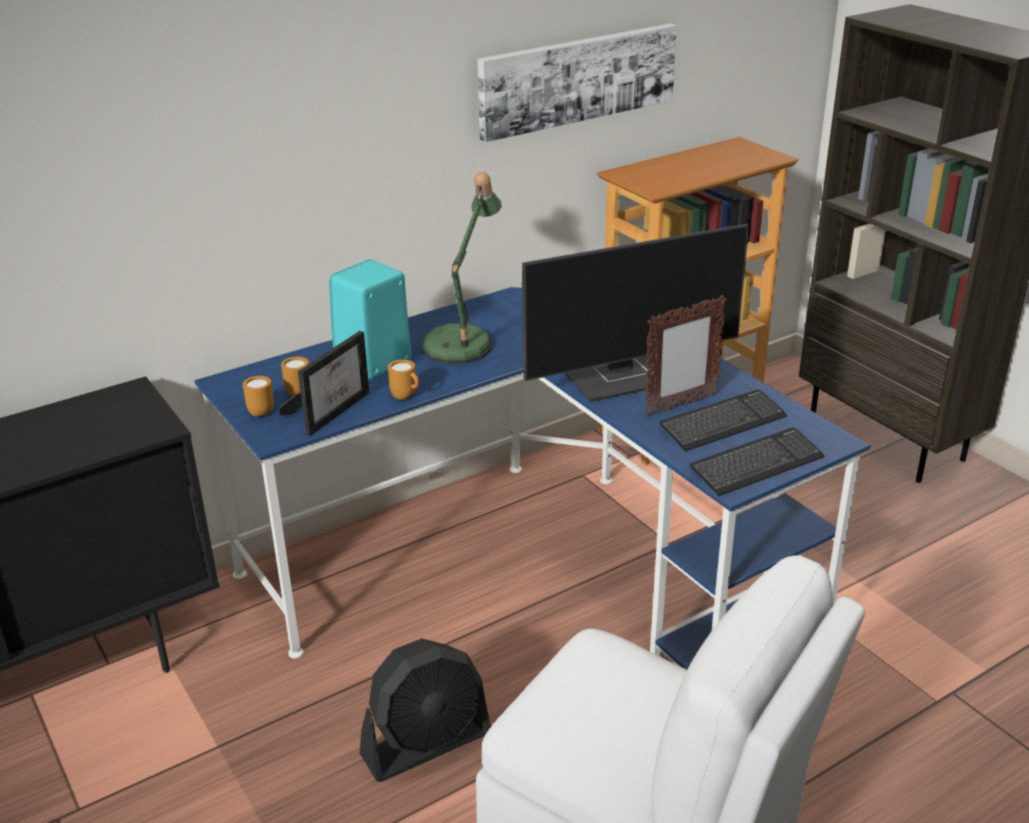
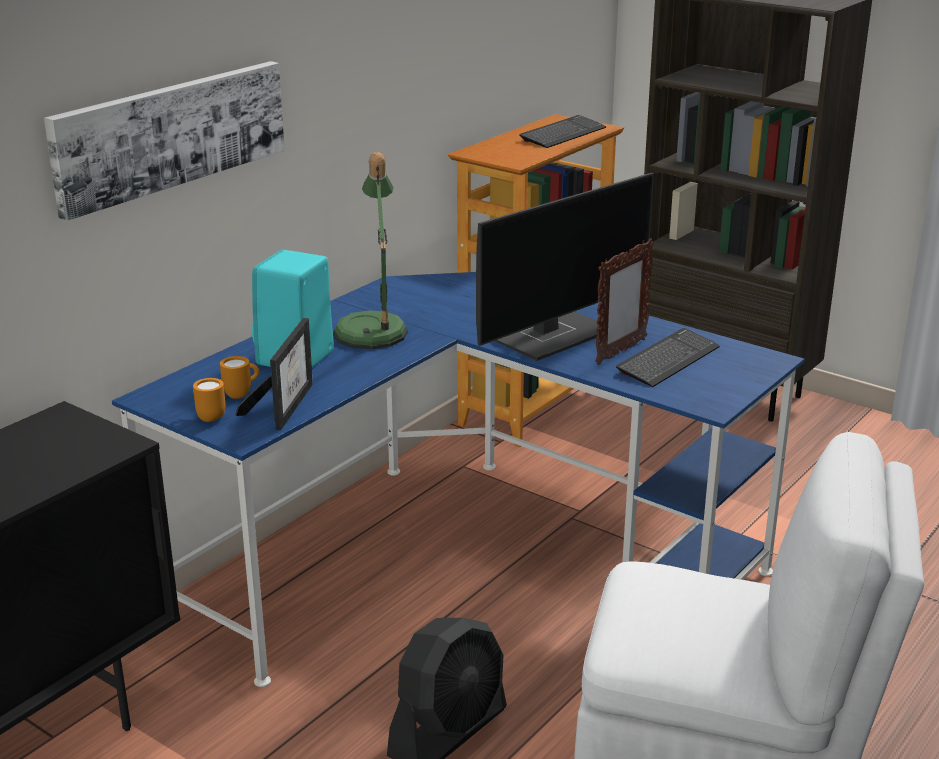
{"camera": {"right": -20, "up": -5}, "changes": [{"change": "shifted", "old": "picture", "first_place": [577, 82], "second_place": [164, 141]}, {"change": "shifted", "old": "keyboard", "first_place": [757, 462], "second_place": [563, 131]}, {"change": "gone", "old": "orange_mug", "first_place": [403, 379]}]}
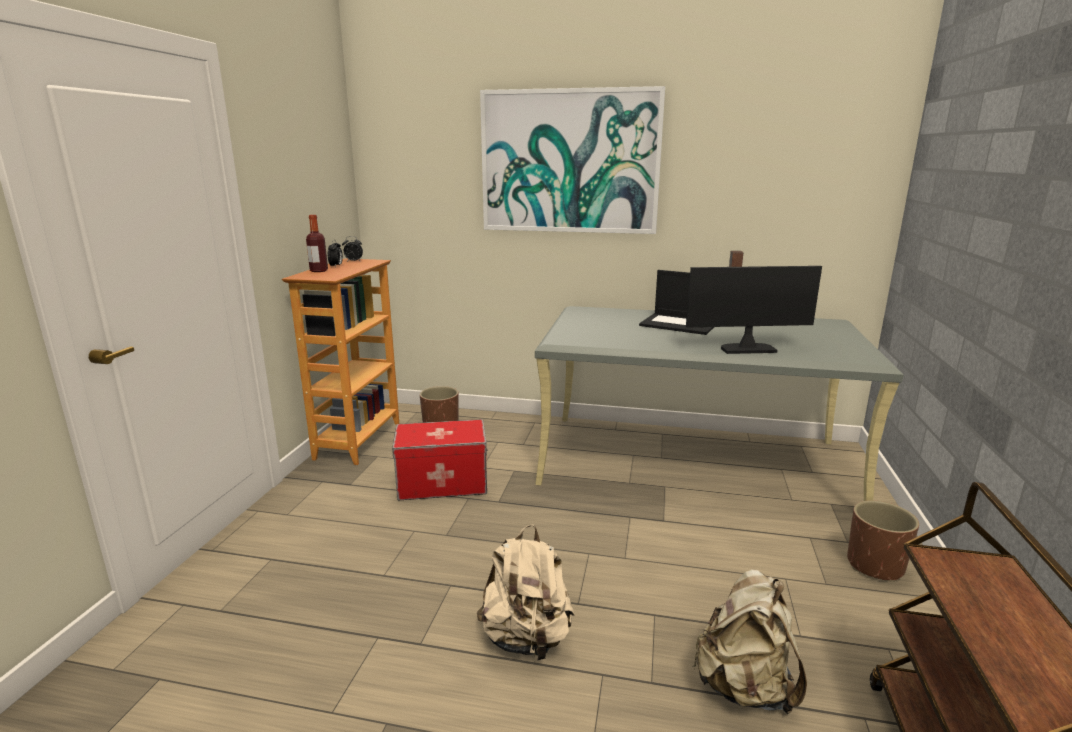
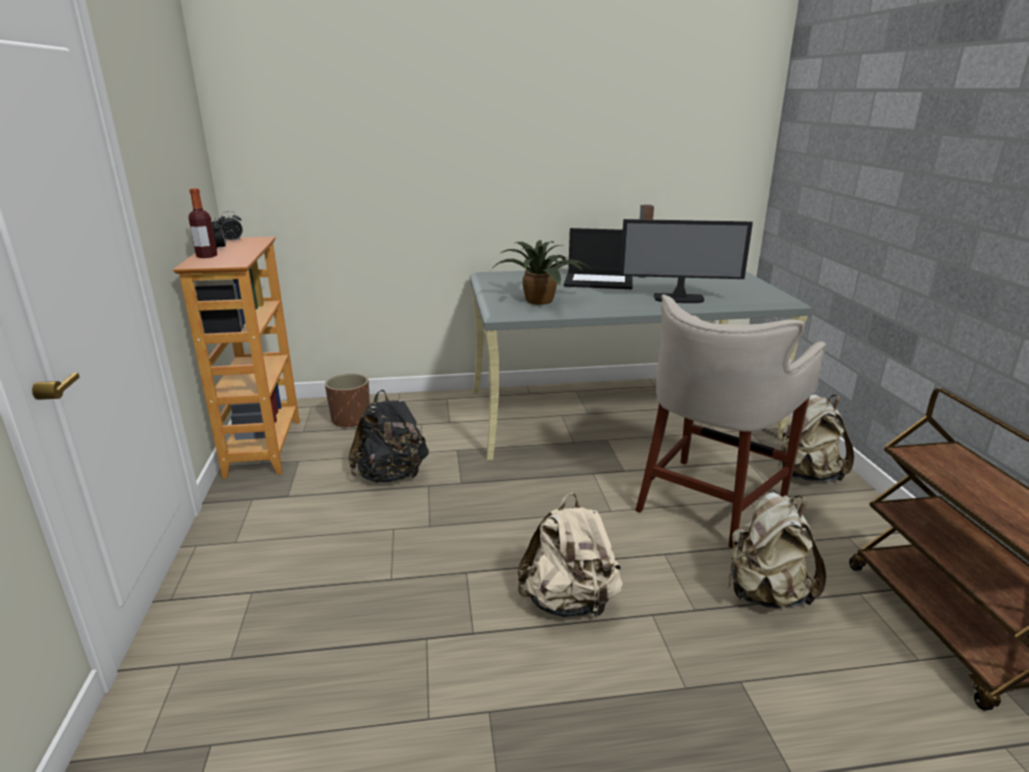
{"camera": {"right": -20, "up": 5}, "changes": [{"change": "swapped", "old": "storage_box", "new": "black_backpack", "first_place": [439, 459], "second_place": [388, 436]}, {"change": "new", "new": "potted_plant", "second_place": [542, 272]}, {"change": "rotated", "old": "monitor", "first_place": [754, 310], "second_place": [686, 261], "degrees": -150}, {"change": "new", "new": "beige_stool", "second_place": [730, 421]}, {"change": "swapped", "old": "brown_planter", "new": "beige_backpack", "first_place": [883, 541], "second_place": [815, 438]}, {"change": "gone", "old": "picture", "first_place": [572, 160]}]}
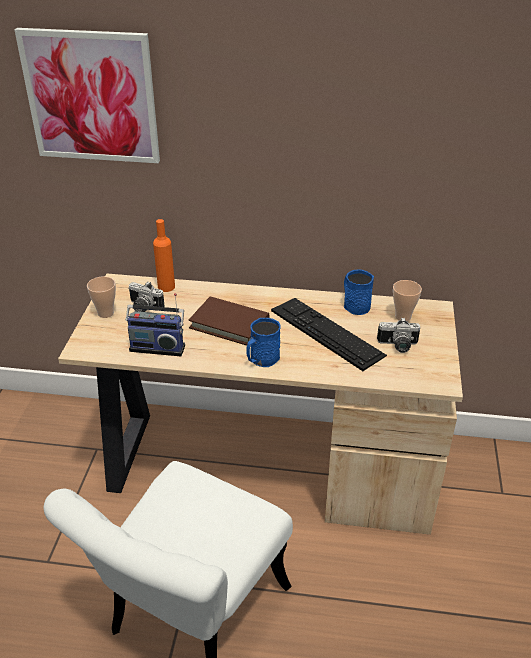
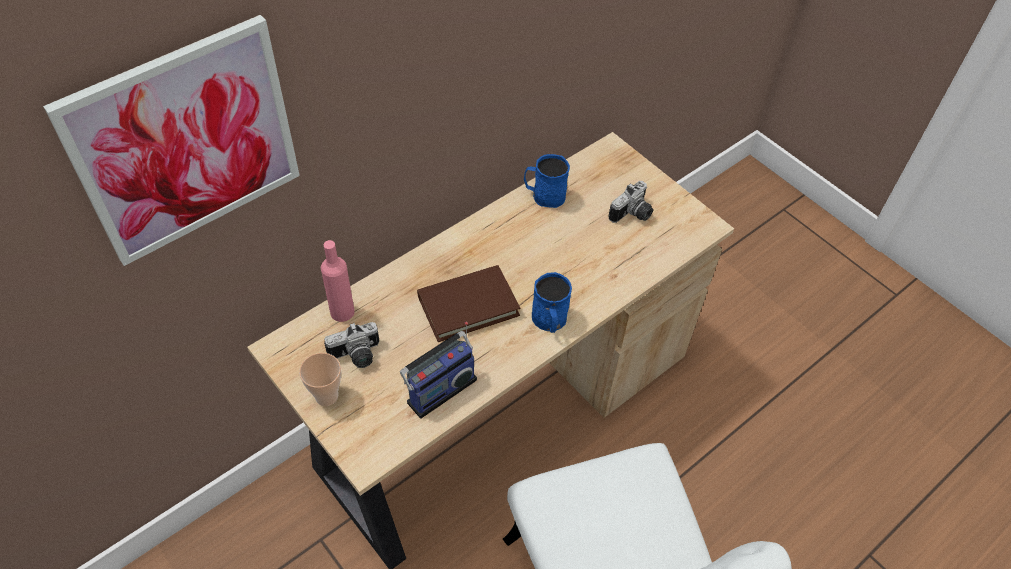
{"camera": {"right": -50, "up": 15}, "changes": [{"change": "repainted", "old": "orange_bottle", "new": "pink_bottle", "first_place": [164, 255], "second_place": [338, 281]}, {"change": "gone", "old": "keyboard", "first_place": [329, 334]}, {"change": "gone", "old": "cup", "first_place": [407, 300]}]}
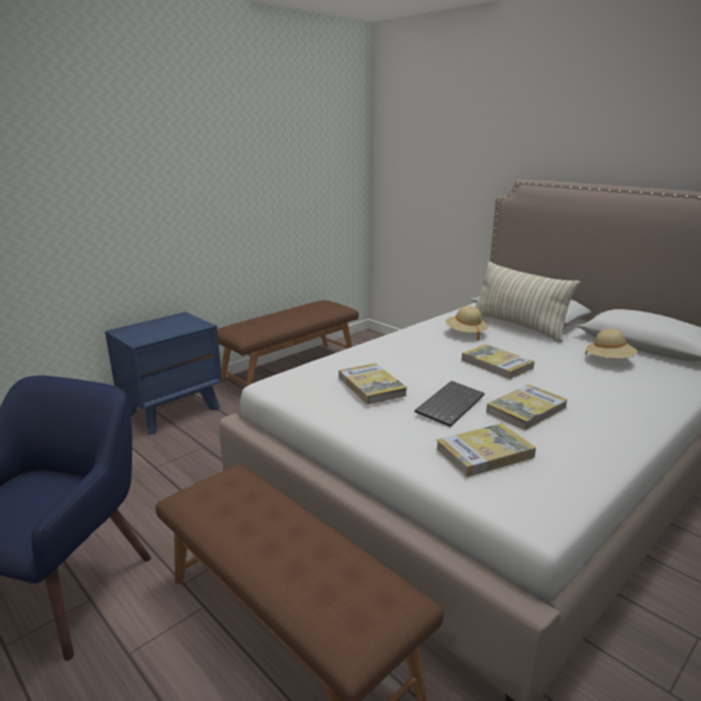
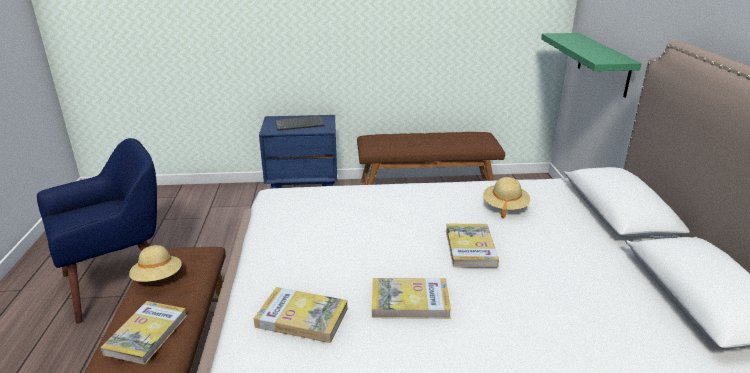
{"camera": {"right": 40, "up": 5}, "changes": [{"change": "shifted", "old": "book", "first_place": [373, 384], "second_place": [144, 333]}, {"change": "shifted", "old": "beige_hat", "first_place": [611, 343], "second_place": [155, 263]}, {"change": "shifted", "old": "keyboard", "first_place": [450, 404], "second_place": [300, 123]}, {"change": "new", "new": "green_shelf", "second_place": [591, 65]}, {"change": "gone", "old": "pillow", "first_place": [527, 301]}]}
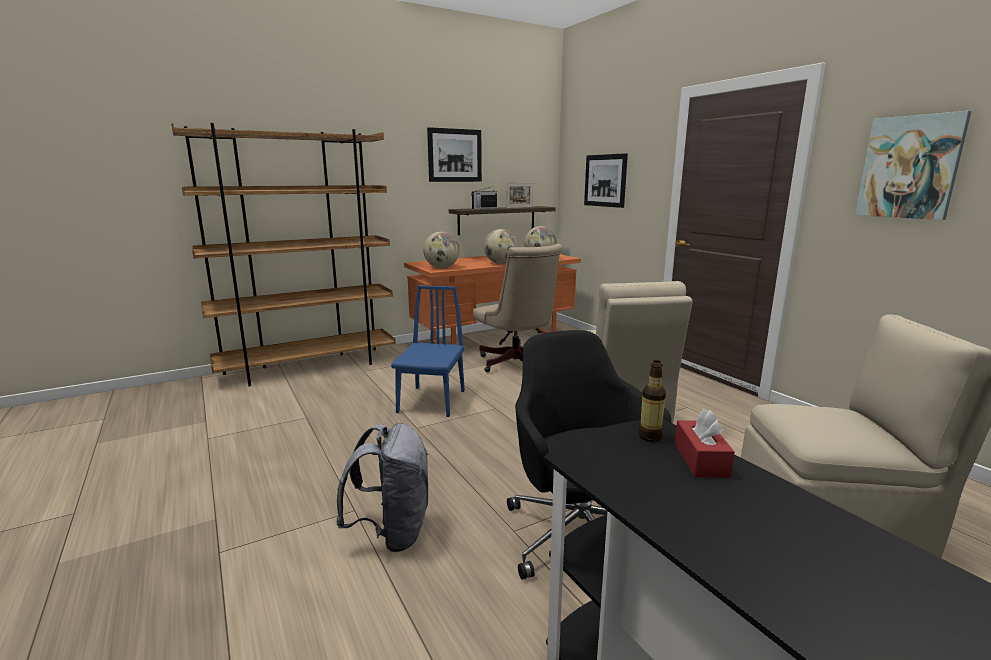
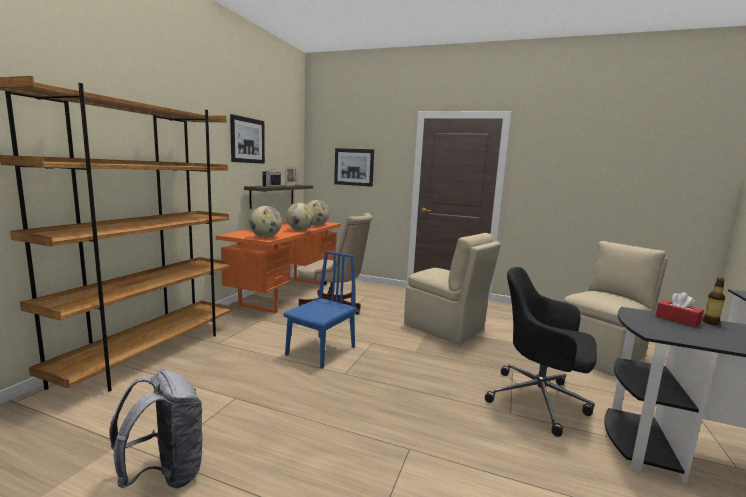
{"camera": {"right": -40, "up": -5}, "changes": [{"change": "shifted", "old": "grey_backpack", "first_place": [382, 487], "second_place": [156, 429]}, {"change": "rotated", "old": "blue_chair", "first_place": [428, 351], "second_place": [320, 310], "degrees": 60}, {"change": "shifted", "old": "bottle", "first_place": [652, 401], "second_place": [714, 301]}, {"change": "gone", "old": "picture", "first_place": [913, 165]}]}
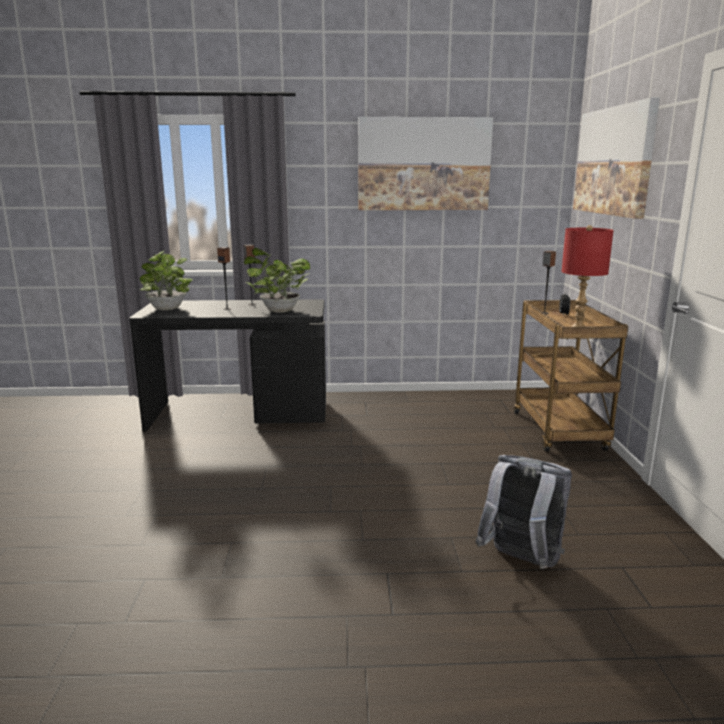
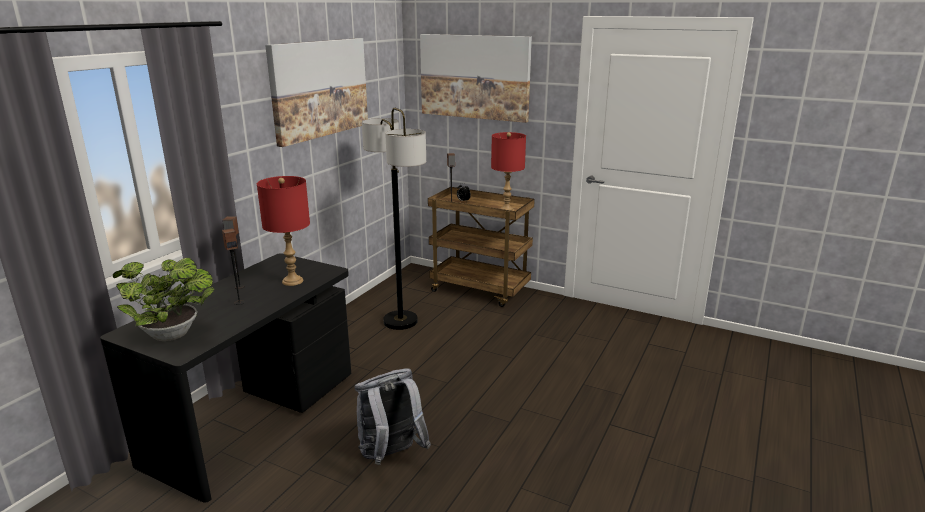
{"camera": {"right": -60, "up": 5}, "changes": [{"change": "swapped", "old": "potted_plant", "new": "red_table_lamp", "first_place": [277, 280], "second_place": [283, 231]}, {"change": "shifted", "old": "grey_backpack", "first_place": [523, 512], "second_place": [392, 416]}, {"change": "new", "new": "floor_lamp", "second_place": [394, 219]}]}
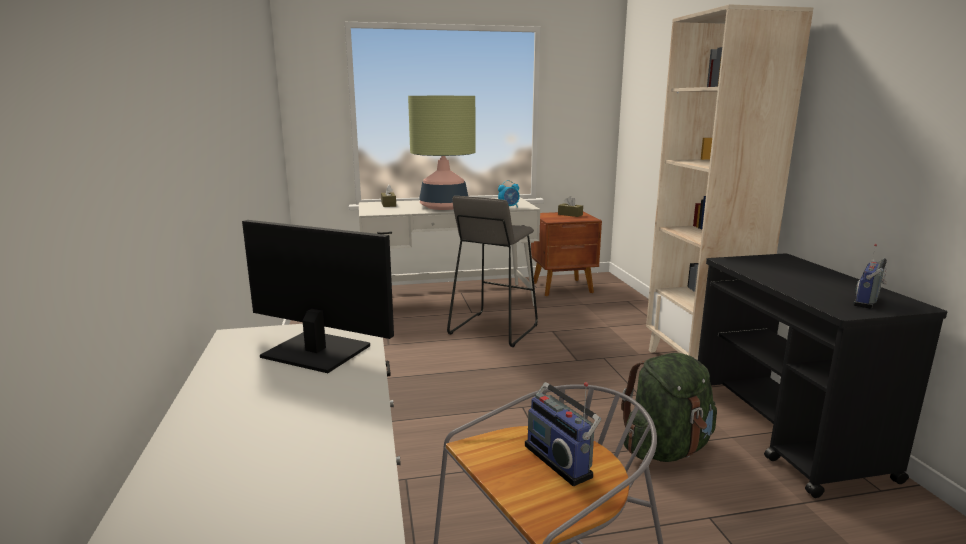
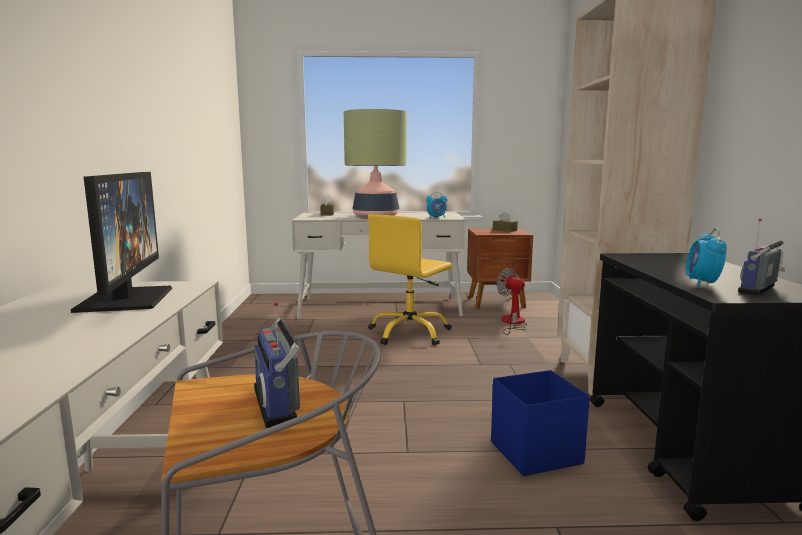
{"camera": {"right": 10, "up": -5}, "changes": [{"change": "rotated", "old": "monitor", "first_place": [318, 296], "second_place": [121, 242], "degrees": 45}, {"change": "swapped", "old": "grey_stool", "new": "yellow_office_chair", "first_place": [492, 271], "second_place": [410, 279]}, {"change": "swapped", "old": "green_backpack", "new": "blue_storage_box", "first_place": [669, 407], "second_place": [540, 423]}, {"change": "new", "new": "fan", "second_place": [511, 301]}, {"change": "new", "new": "alarm_clock", "second_place": [706, 257]}]}
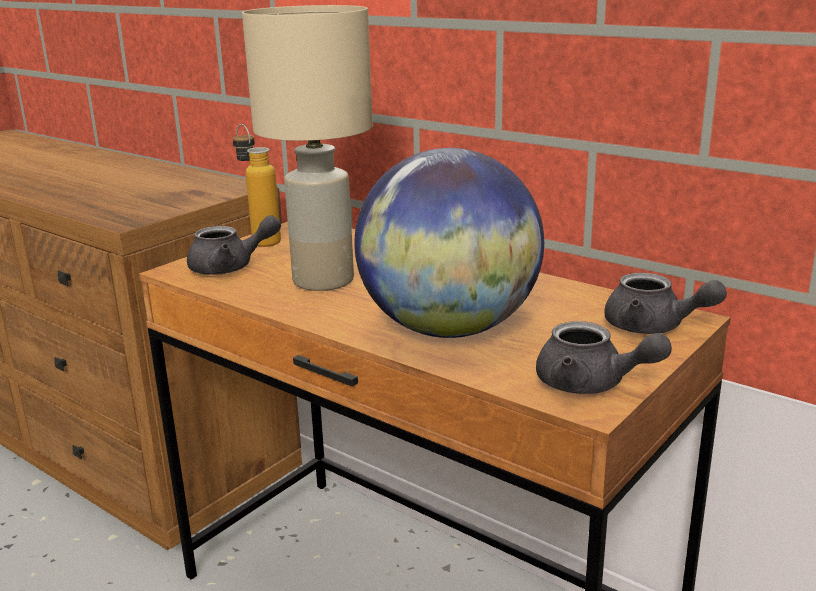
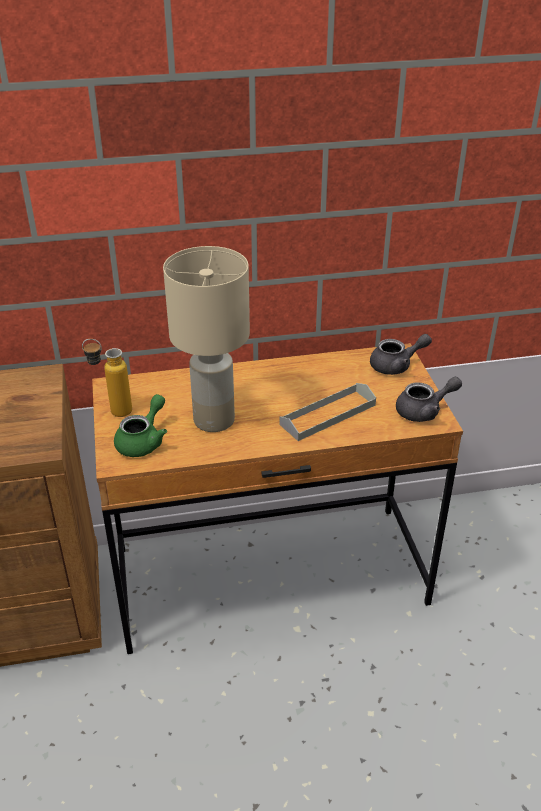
{"camera": {"right": -50, "up": 15}, "changes": [{"change": "repainted", "old": "grey_teapot", "new": "green_teapot", "first_place": [234, 245], "second_place": [140, 425]}, {"change": "swapped", "old": "globe", "new": "grey_tray", "first_place": [449, 243], "second_place": [328, 412]}]}
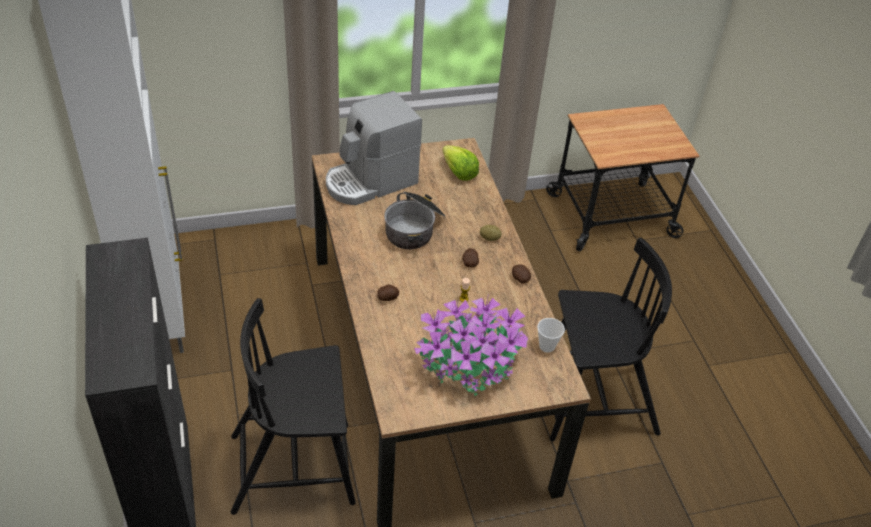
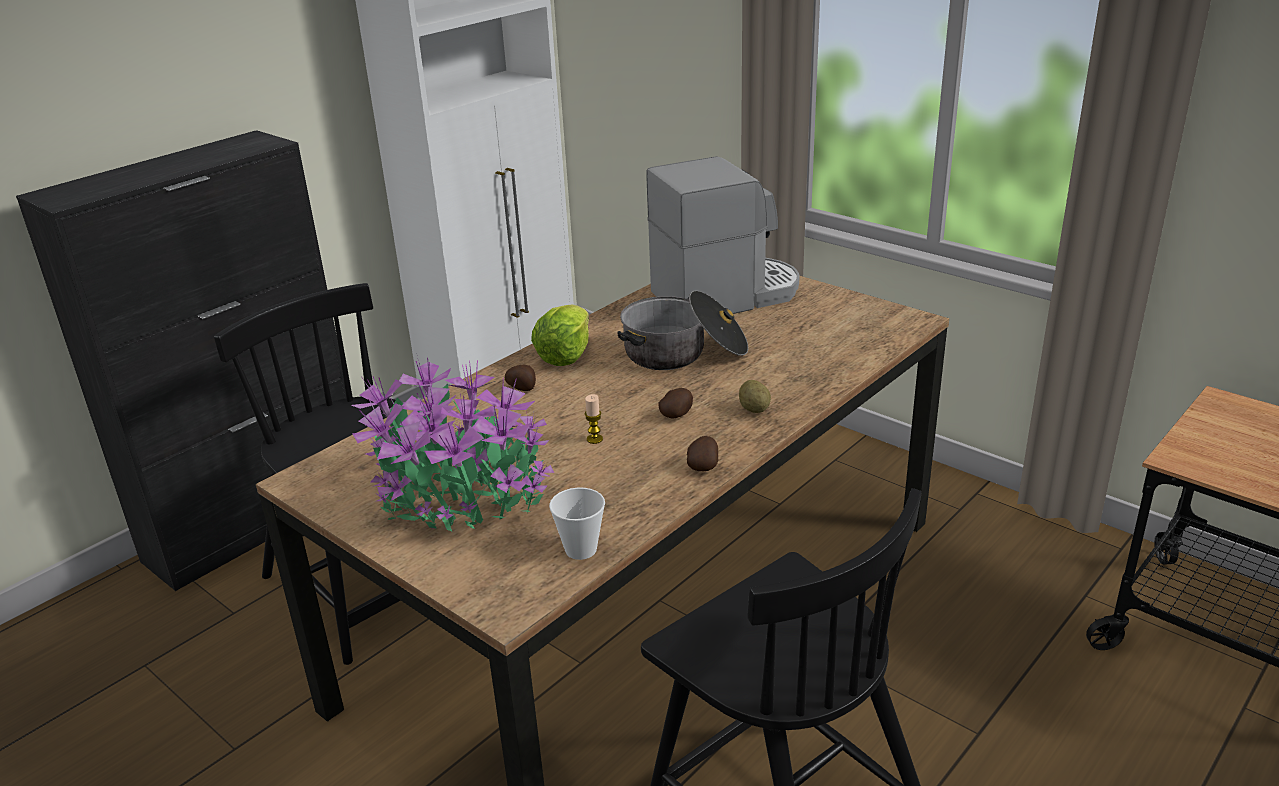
{"camera": {"right": 60, "up": -15}, "changes": [{"change": "shifted", "old": "lettuce", "first_place": [460, 163], "second_place": [560, 335]}, {"change": "rotated", "old": "coffee_machine", "first_place": [374, 148], "second_place": [723, 235], "degrees": 135}]}
